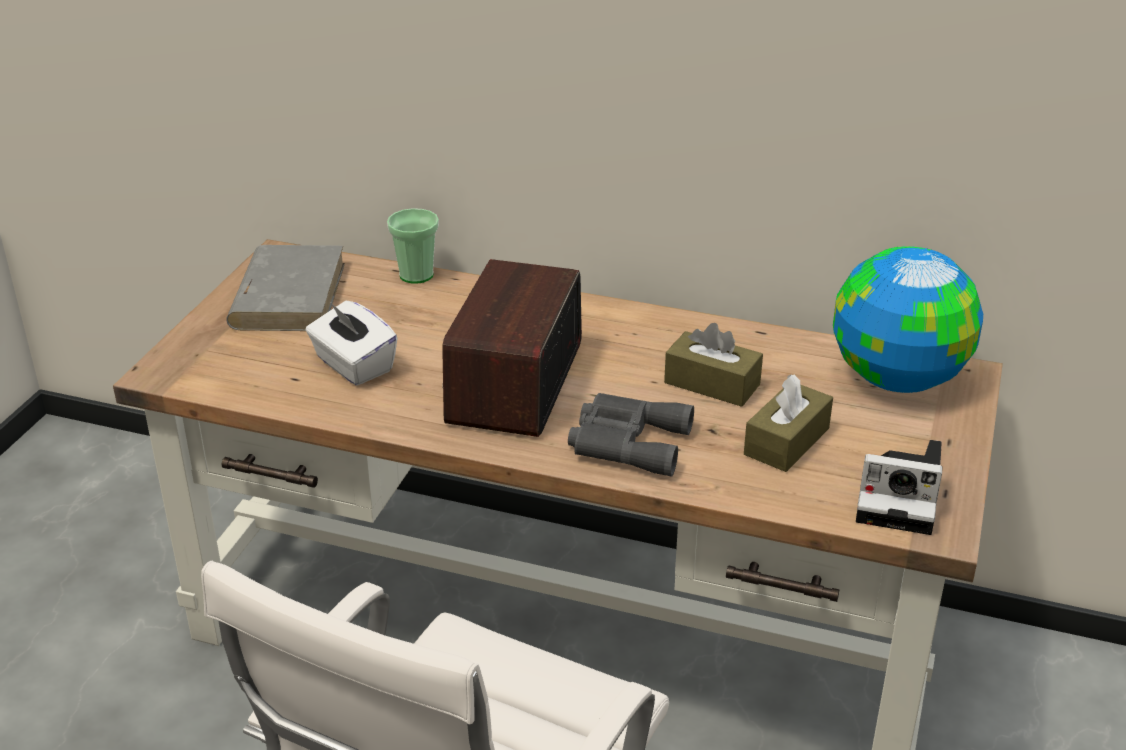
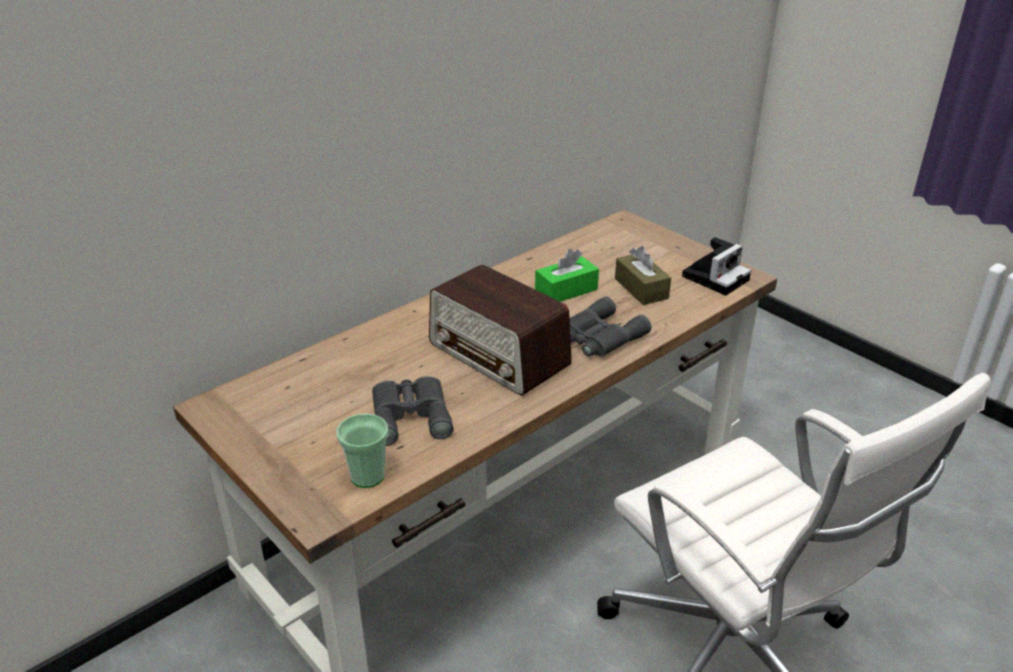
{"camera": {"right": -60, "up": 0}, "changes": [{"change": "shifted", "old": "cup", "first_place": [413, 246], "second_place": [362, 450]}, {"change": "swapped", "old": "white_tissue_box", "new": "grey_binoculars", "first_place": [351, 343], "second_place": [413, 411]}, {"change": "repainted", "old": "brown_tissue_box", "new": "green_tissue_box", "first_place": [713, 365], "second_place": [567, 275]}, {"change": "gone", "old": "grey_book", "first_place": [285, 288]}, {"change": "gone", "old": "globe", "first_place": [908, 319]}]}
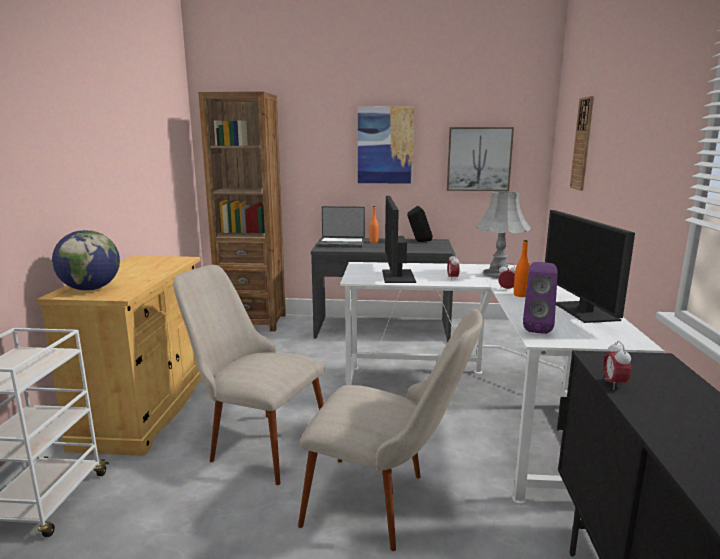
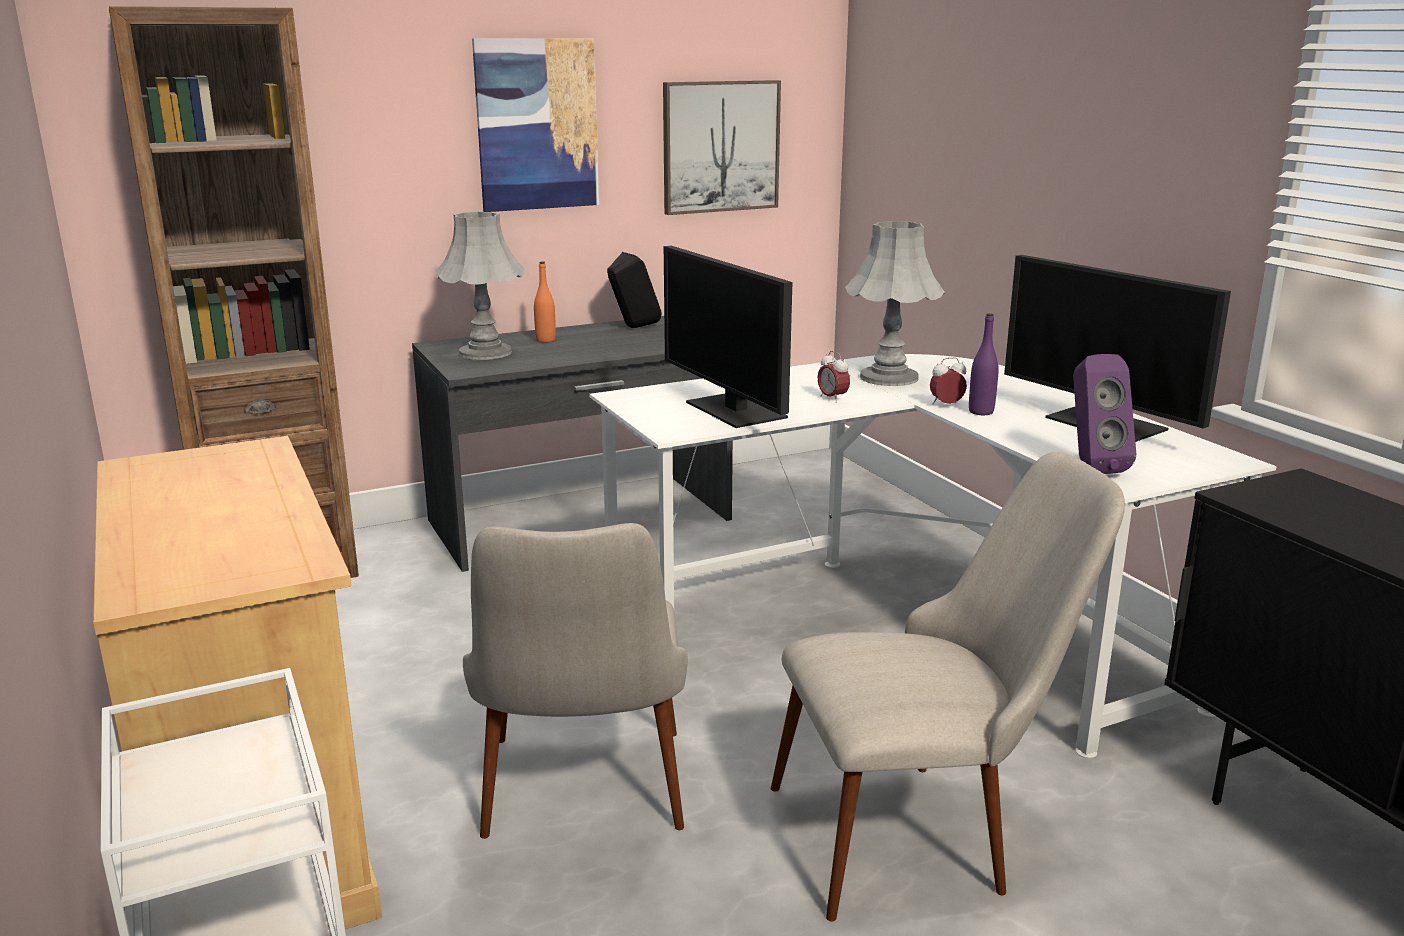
{"camera": {"right": -30, "up": 5}, "changes": [{"change": "swapped", "old": "laptop", "new": "grey_table_lamp", "first_place": [341, 227], "second_place": [480, 286]}, {"change": "rotated", "old": "beige_chair", "first_place": [249, 375], "second_place": [575, 681], "degrees": -90}, {"change": "repainted", "old": "orange_bottle", "new": "purple_bottle", "first_place": [522, 268], "second_place": [983, 364]}, {"change": "gone", "old": "globe", "first_place": [86, 260]}, {"change": "gone", "old": "wall_clock", "first_place": [582, 143]}, {"change": "gone", "old": "alarm_clock", "first_place": [617, 365]}]}
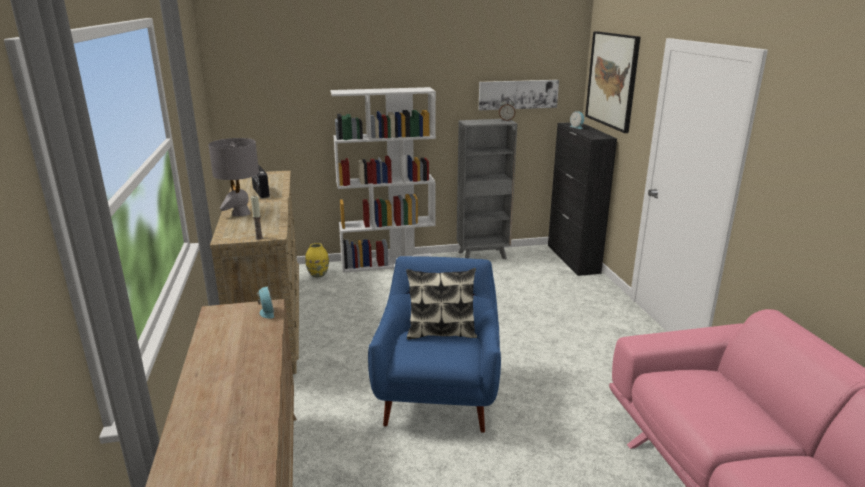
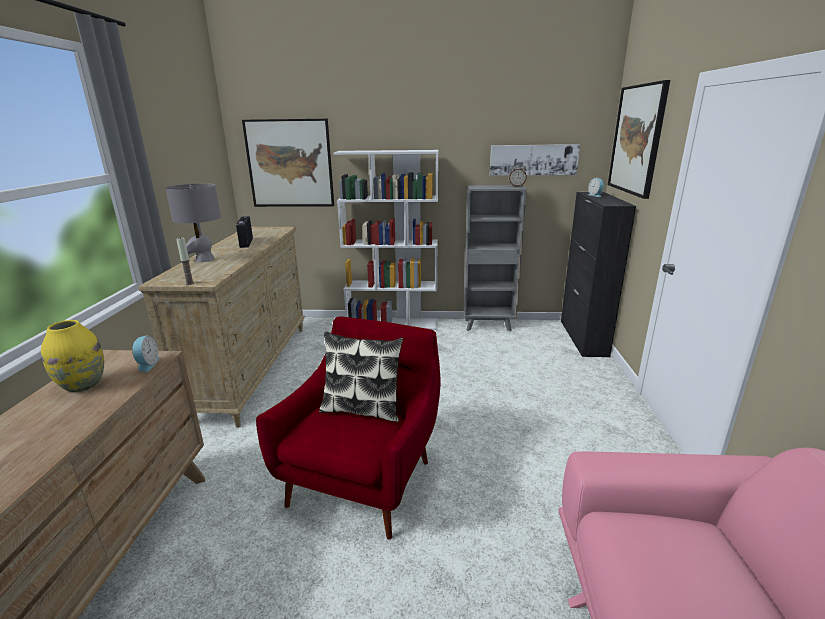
{"camera": {"right": 15, "up": 0}, "changes": [{"change": "shifted", "old": "yellow_vase", "first_place": [317, 260], "second_place": [72, 356]}, {"change": "new", "new": "picture", "second_place": [288, 163]}, {"change": "repainted", "old": "blue_armchair", "new": "red_armchair", "first_place": [434, 344], "second_place": [348, 428]}]}
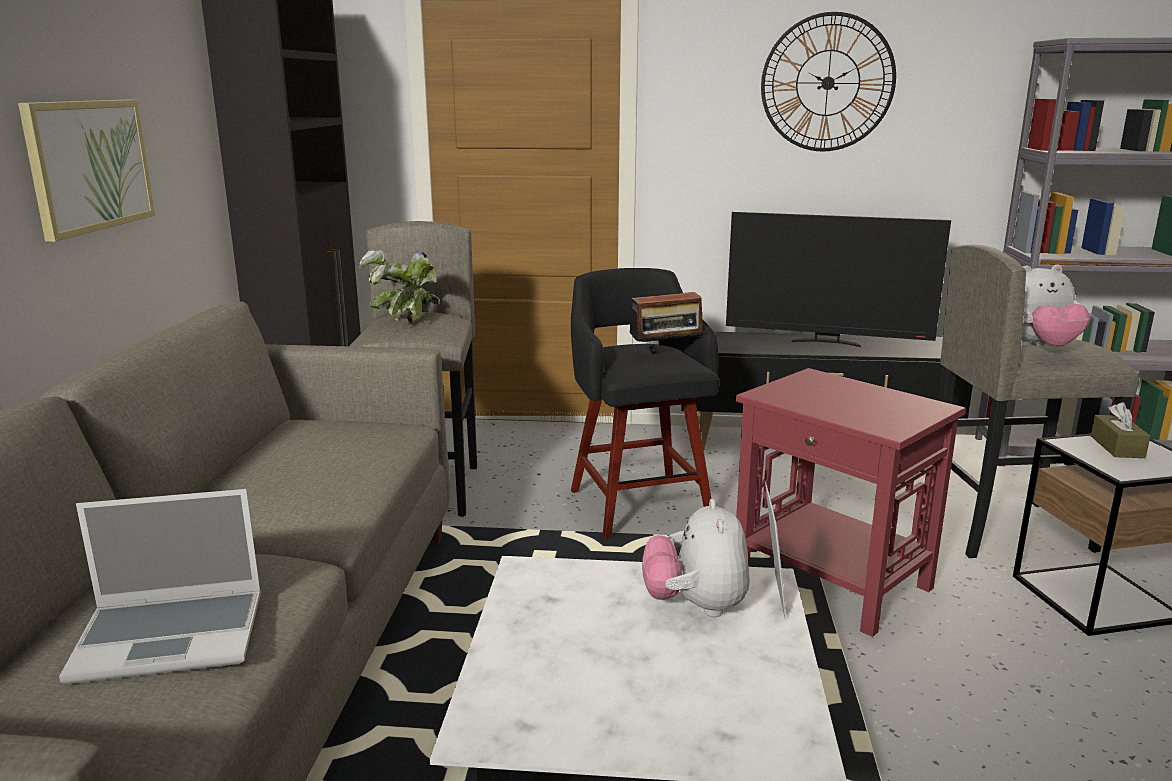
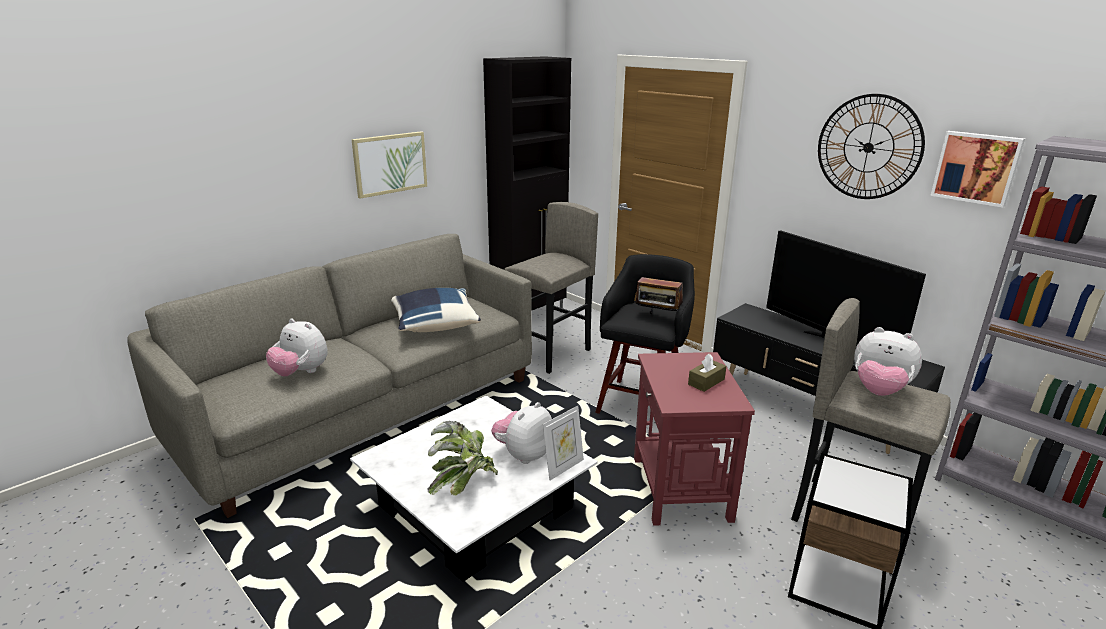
{"camera": {"right": 40, "up": 5}, "changes": [{"change": "swapped", "old": "laptop", "new": "plush_toy", "first_place": [160, 586], "second_place": [297, 348]}, {"change": "new", "new": "blue_pillow", "second_place": [436, 310]}, {"change": "shifted", "old": "potted_plant", "first_place": [399, 286], "second_place": [463, 458]}, {"change": "shifted", "old": "brown_tissue_box", "first_place": [1120, 430], "second_place": [707, 373]}, {"change": "new", "new": "picture", "second_place": [977, 169]}]}
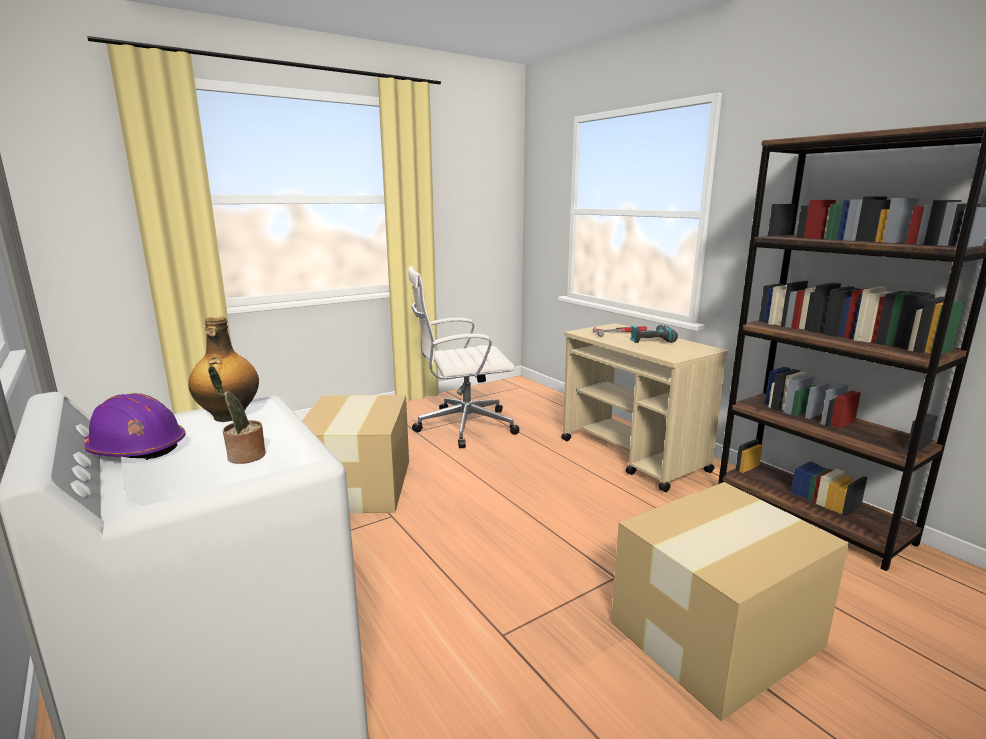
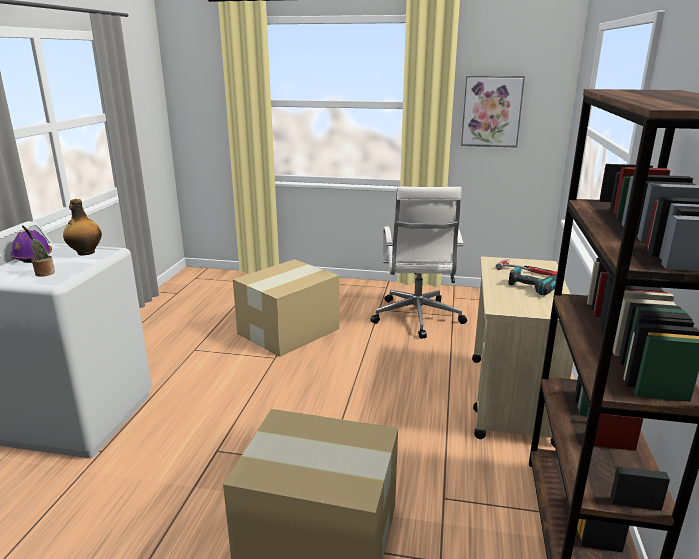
{"camera": {"right": 45, "up": 5}, "changes": [{"change": "rotated", "old": "white_office_chair", "first_place": [463, 357], "second_place": [418, 262], "degrees": -120}, {"change": "new", "new": "picture", "second_place": [493, 112]}]}
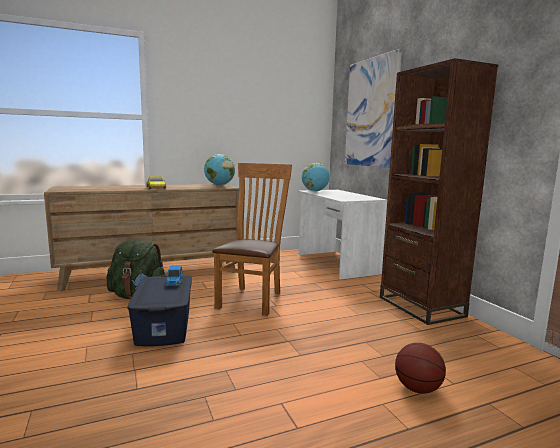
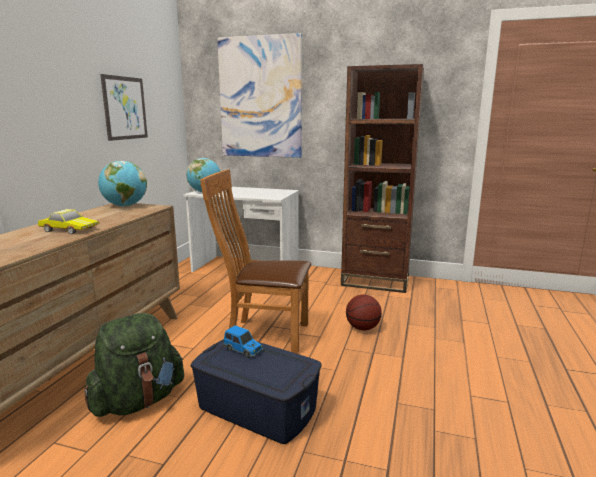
{"camera": {"right": -50, "up": 5}, "changes": [{"change": "new", "new": "picture", "second_place": [124, 107]}, {"change": "rotated", "old": "brown_chair", "first_place": [252, 239], "second_place": [255, 261], "degrees": -45}, {"change": "shifted", "old": "basketball", "first_place": [420, 368], "second_place": [364, 312]}]}
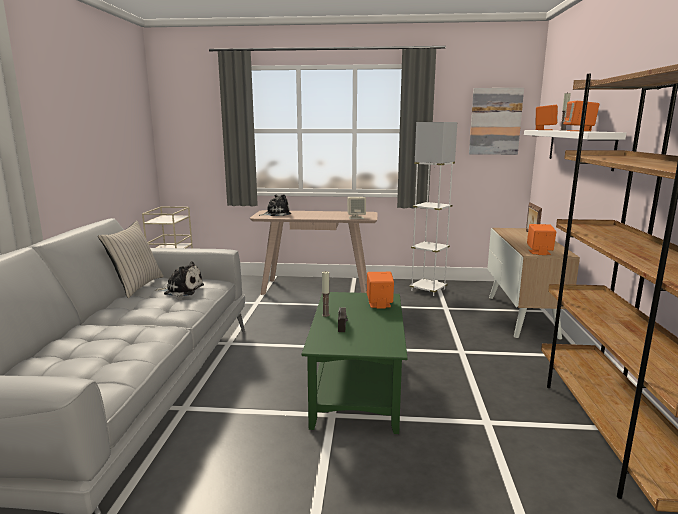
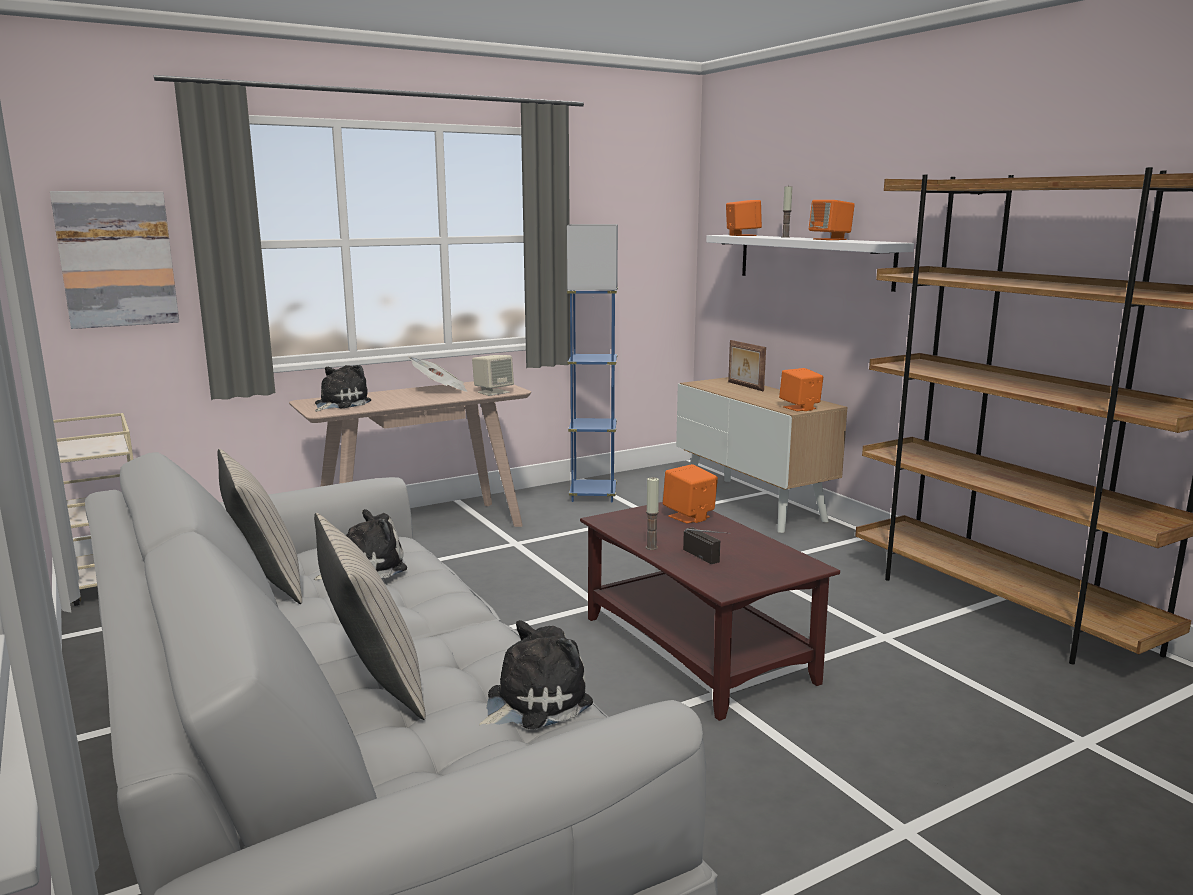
{"camera": {"right": -35, "up": 0}, "changes": [{"change": "shifted", "old": "picture", "first_place": [496, 121], "second_place": [114, 260]}, {"change": "new", "new": "beige_pillow", "second_place": [370, 616]}, {"change": "new", "new": "newspaper", "second_place": [438, 374]}, {"change": "new", "new": "plush_toy", "second_place": [536, 674]}, {"change": "repainted", "old": "white_floor_lamp", "new": "blue_floor_lamp", "first_place": [433, 209], "second_place": [592, 363]}, {"change": "repainted", "old": "green_coffee_table", "new": "brown_coffee_table", "first_place": [355, 363], "second_place": [710, 611]}]}
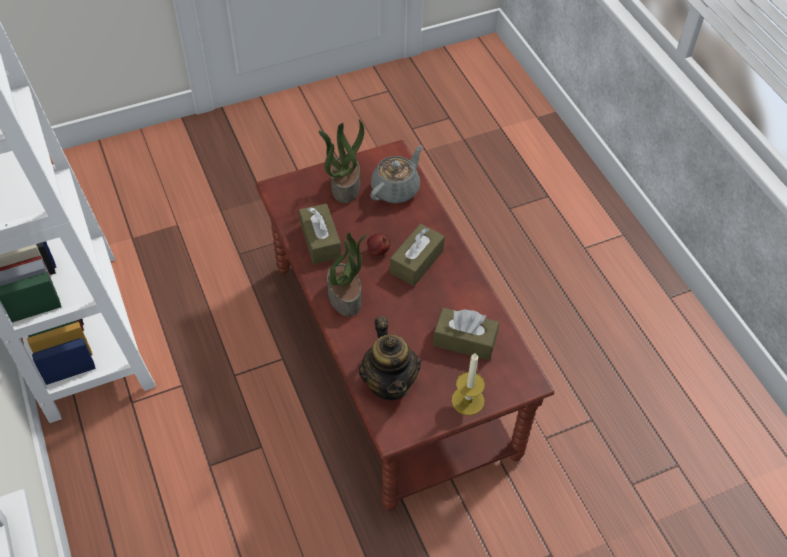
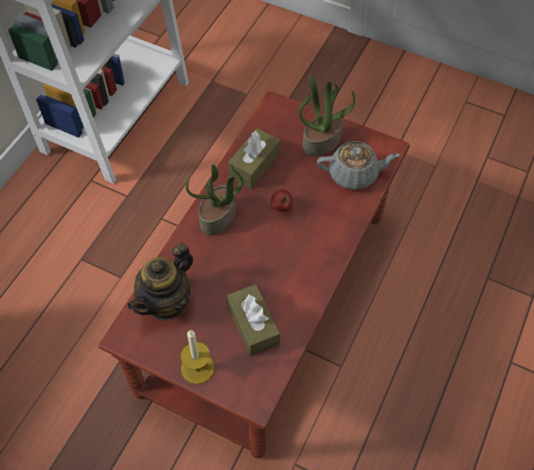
{"camera": {"right": 50, "up": 5}, "changes": [{"change": "gone", "old": "brown_tissue_box", "first_place": [417, 255]}]}
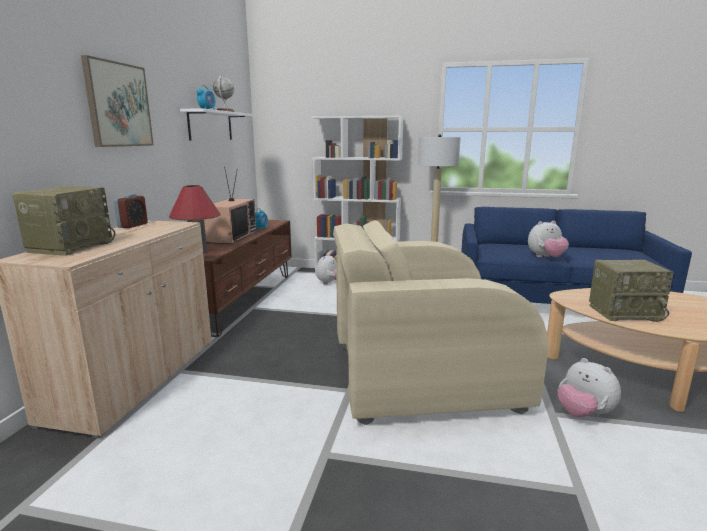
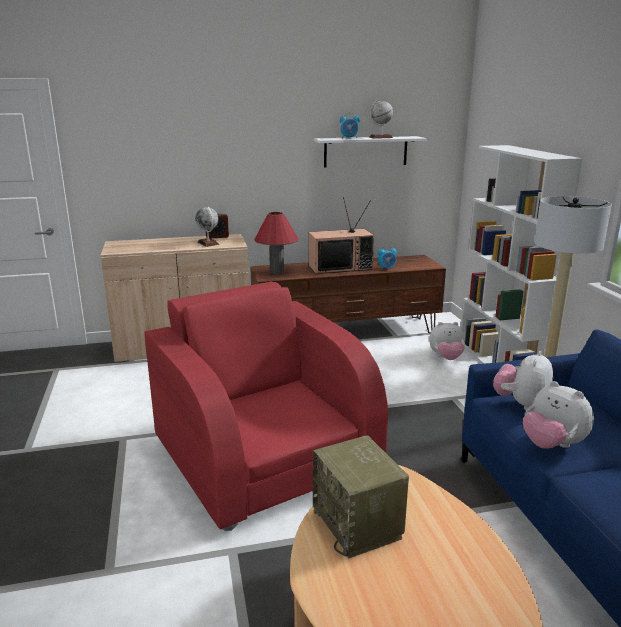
{"camera": {"right": 65, "up": 5}, "changes": [{"change": "repainted", "old": "beige_armchair", "new": "red_armchair", "first_place": [441, 322], "second_place": [266, 406]}, {"change": "new", "new": "globe", "second_place": [207, 227]}, {"change": "shifted", "old": "plush_toy", "first_place": [589, 387], "second_place": [523, 381]}, {"change": "gone", "old": "radio", "first_place": [63, 221]}, {"change": "gone", "old": "picture", "first_place": [117, 101]}]}
